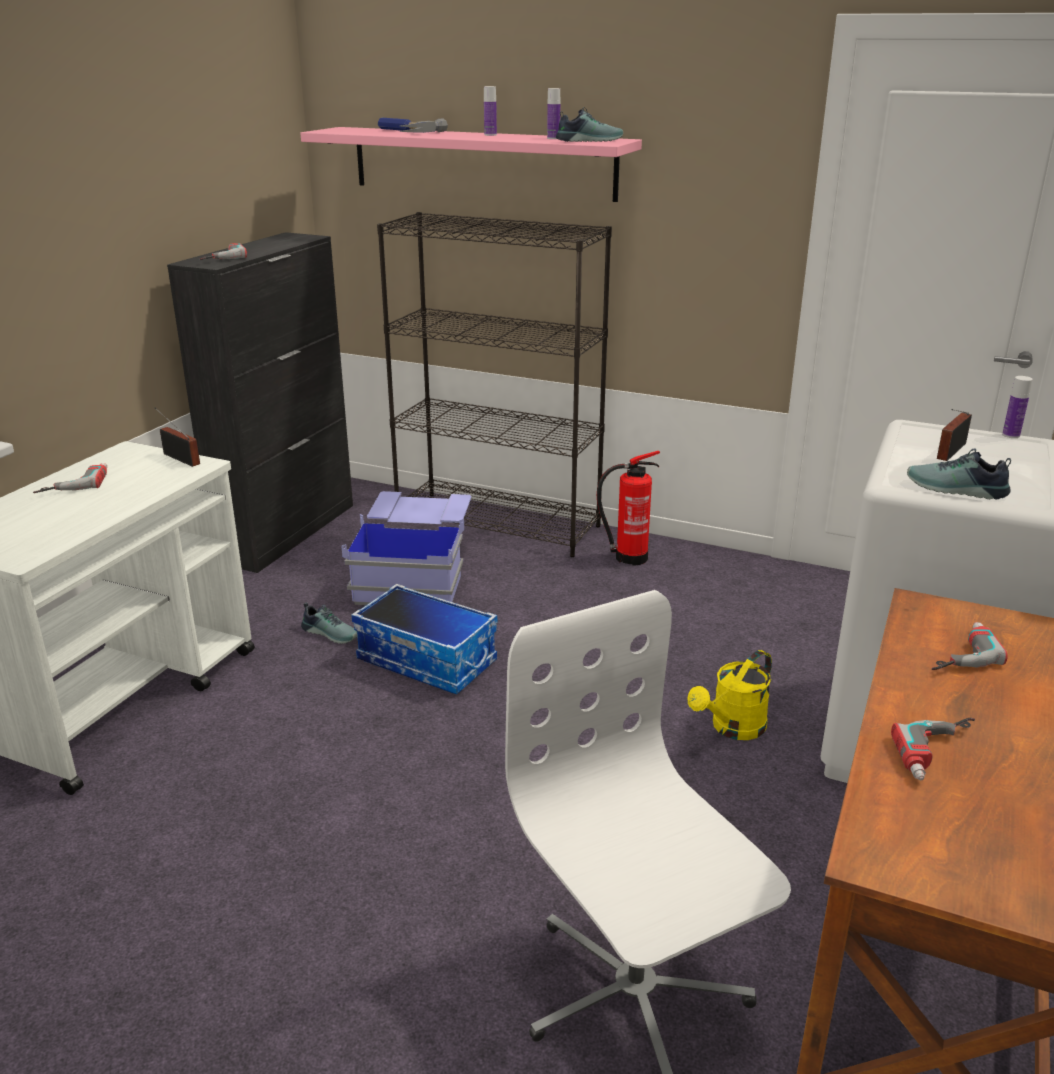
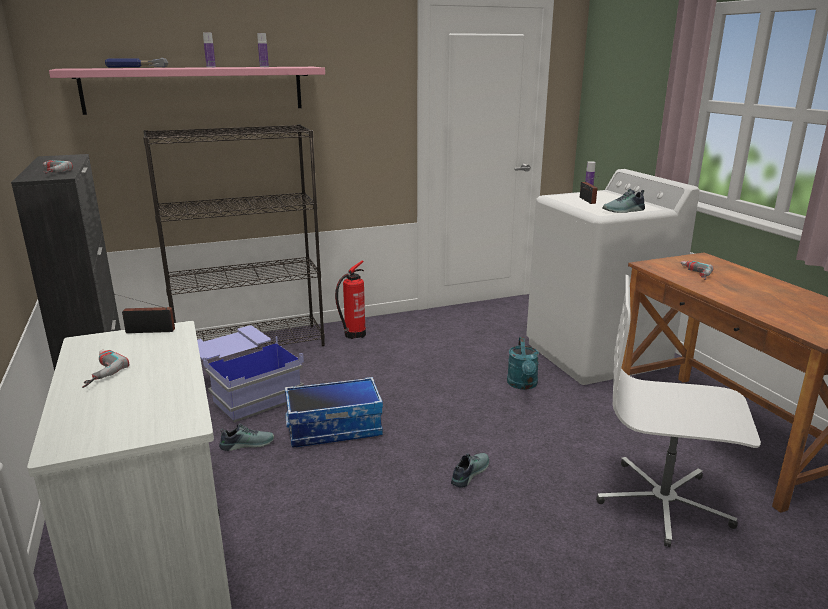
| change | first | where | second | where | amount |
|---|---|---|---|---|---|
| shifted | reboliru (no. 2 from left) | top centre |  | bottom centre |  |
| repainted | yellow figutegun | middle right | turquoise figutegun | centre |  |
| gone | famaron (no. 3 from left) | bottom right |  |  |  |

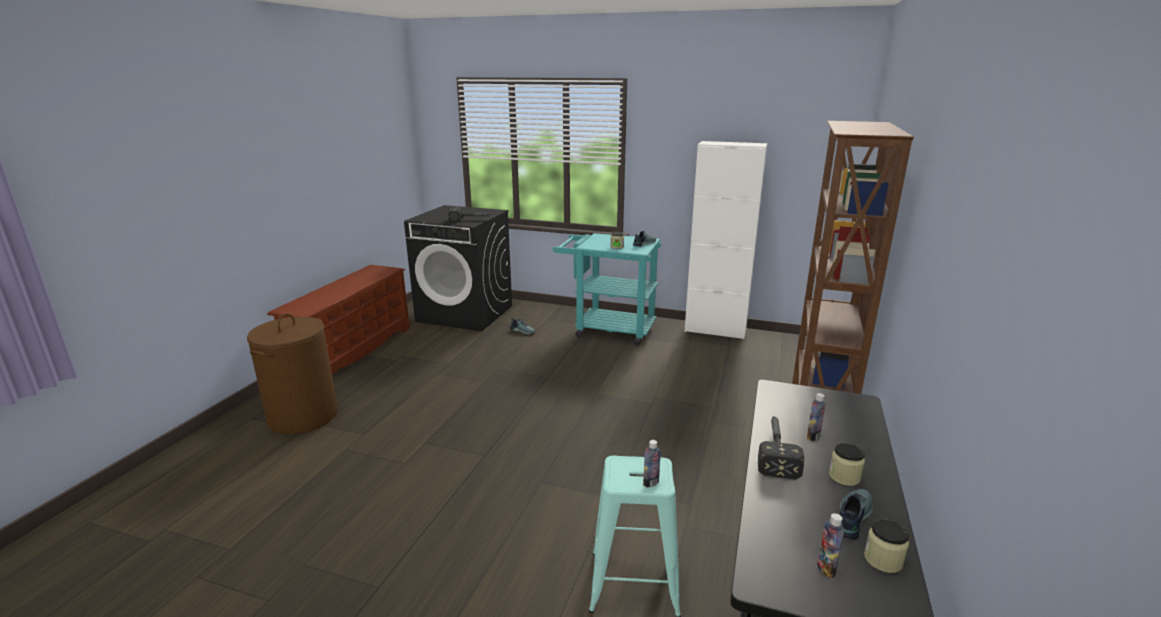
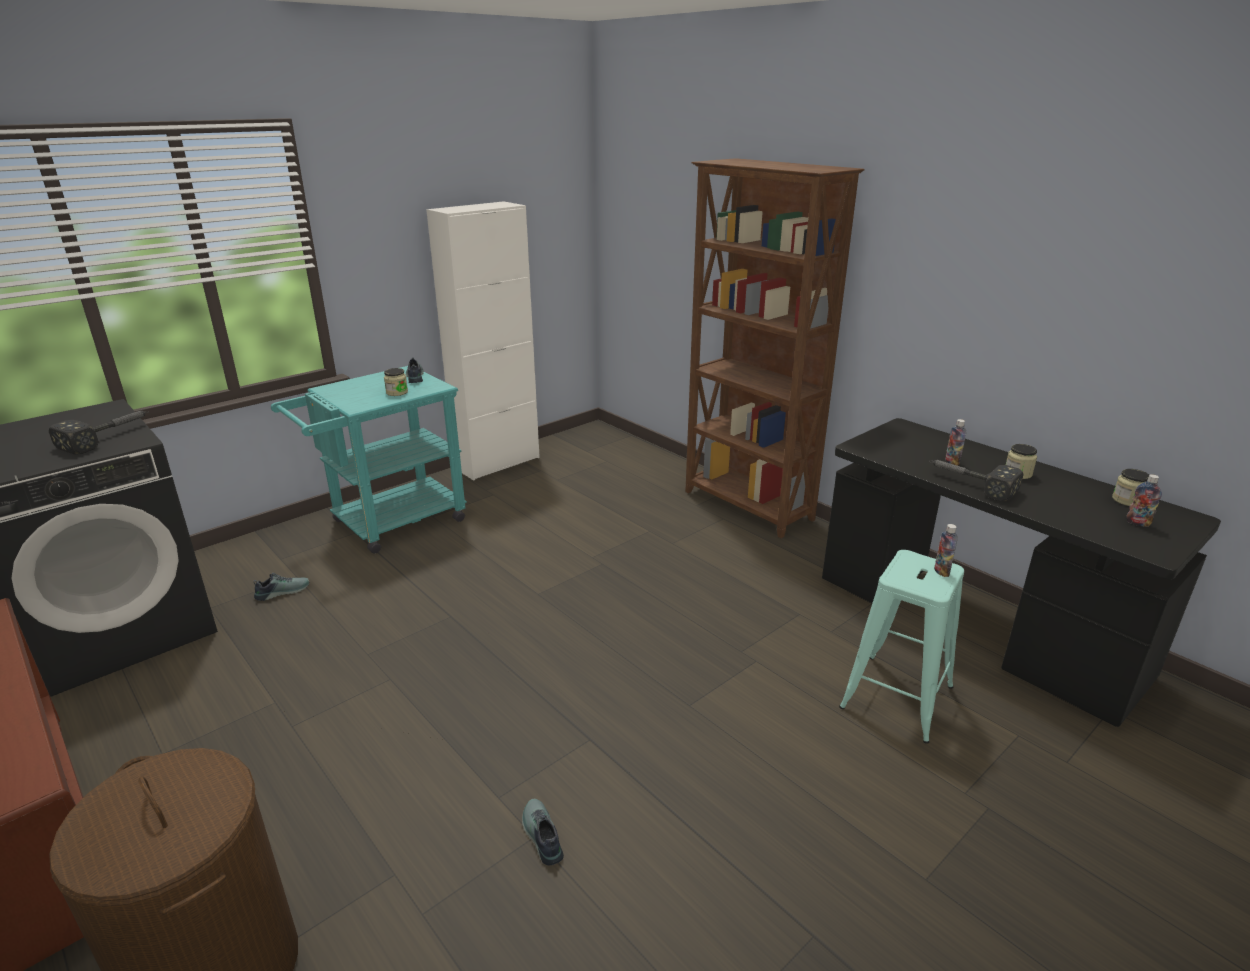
| change | first | where | second | where | amount |
|---|---|---|---|---|---|
| shifted | reboliru (no. 3 from left) | bottom right |  | bottom centre |  |

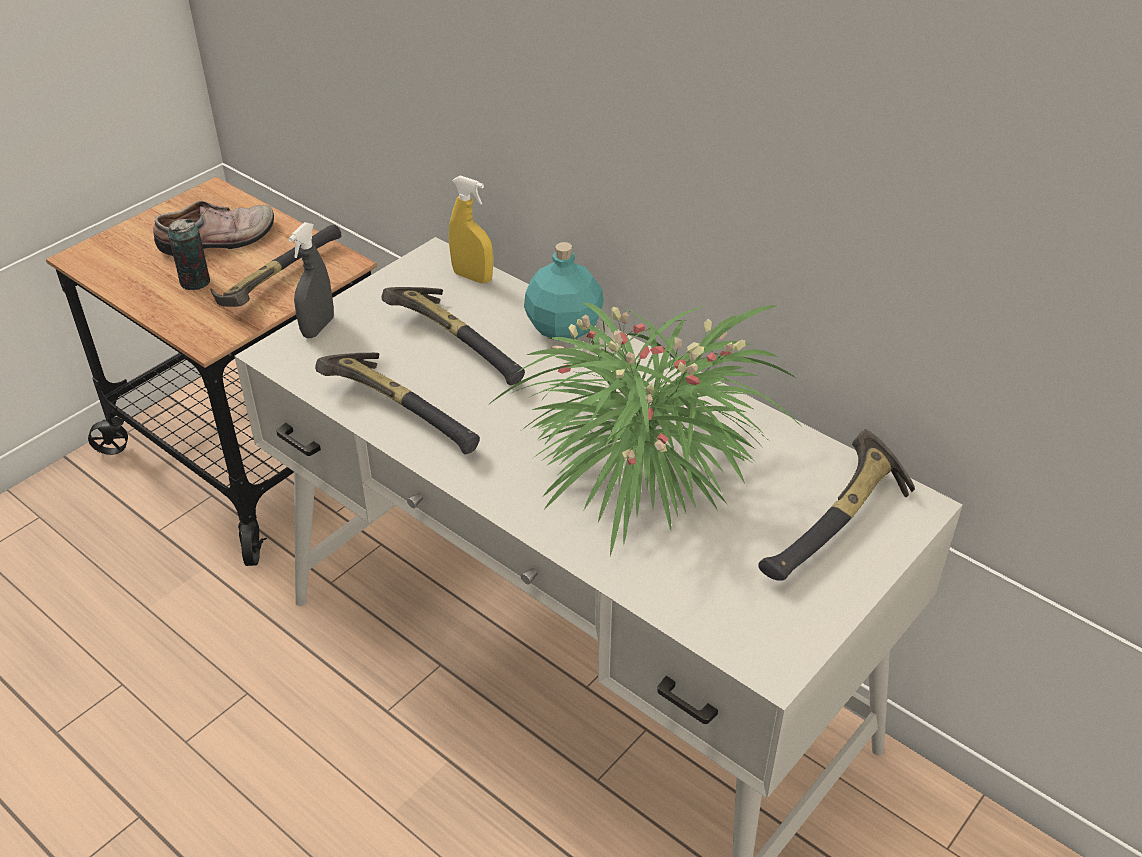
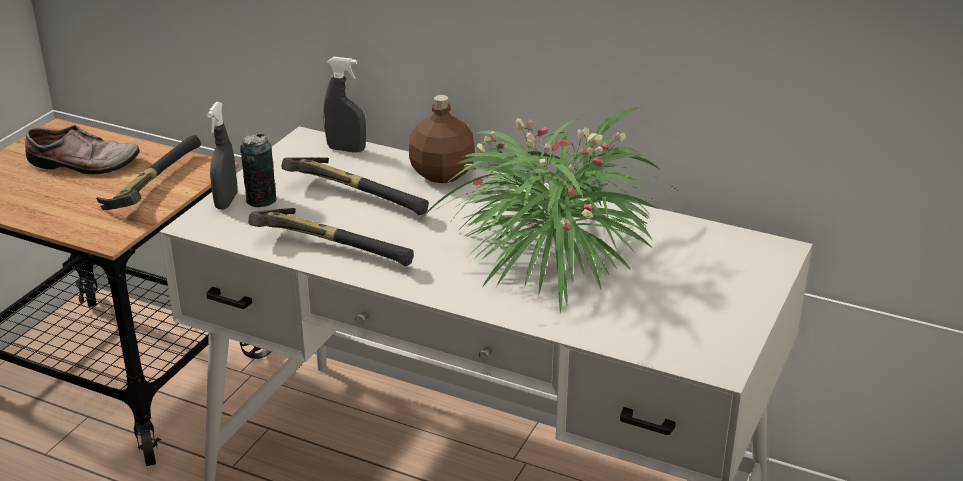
| change | first | where | second | where | amount |
|---|---|---|---|---|---|
| rotated | reboliru | top left |  | top left | 45 degrees clockwise |
| shifted | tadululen | top left |  | middle left |  |
| repainted | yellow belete | top centre | grey belete (no. 2 from left) | top centre |  |
| repainted | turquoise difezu | centre | brown difezu | top centre |  |
| gone | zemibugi (no. 4 from left) | middle right |  |  |  |

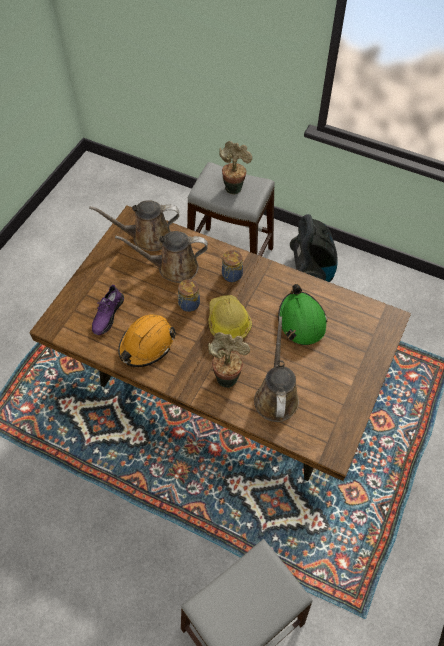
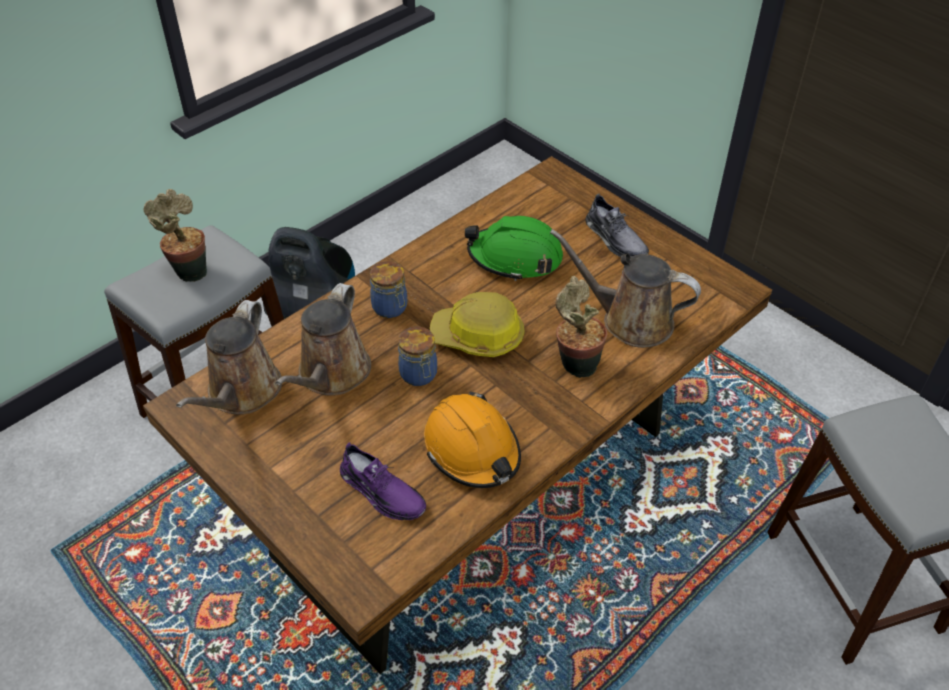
| change | first | where | second | where | amount |
|---|---|---|---|---|---|
| new |  |  | grey reboliru | top centre |  |

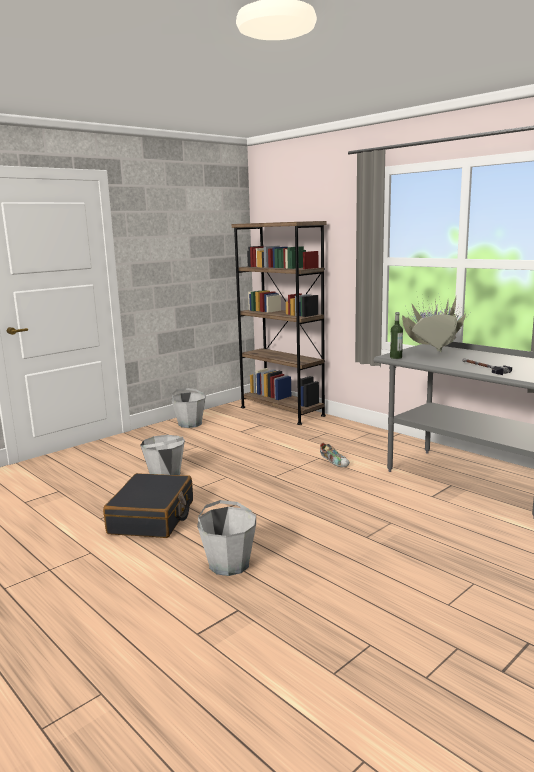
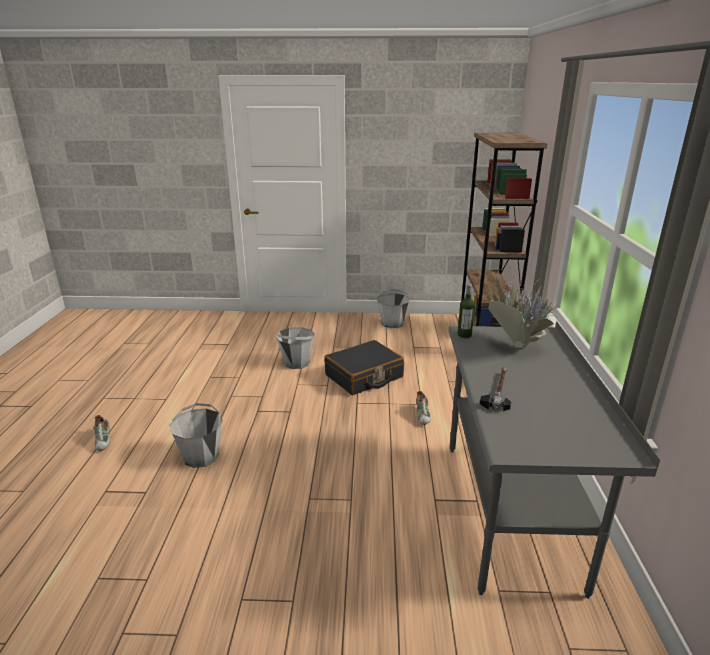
| change | first | where | second | where | amount |
|---|---|---|---|---|---|
| shifted | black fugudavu | middle left |  | centre |  |
| new |  |  | reboliru (no. 1 from left) | middle left |  |

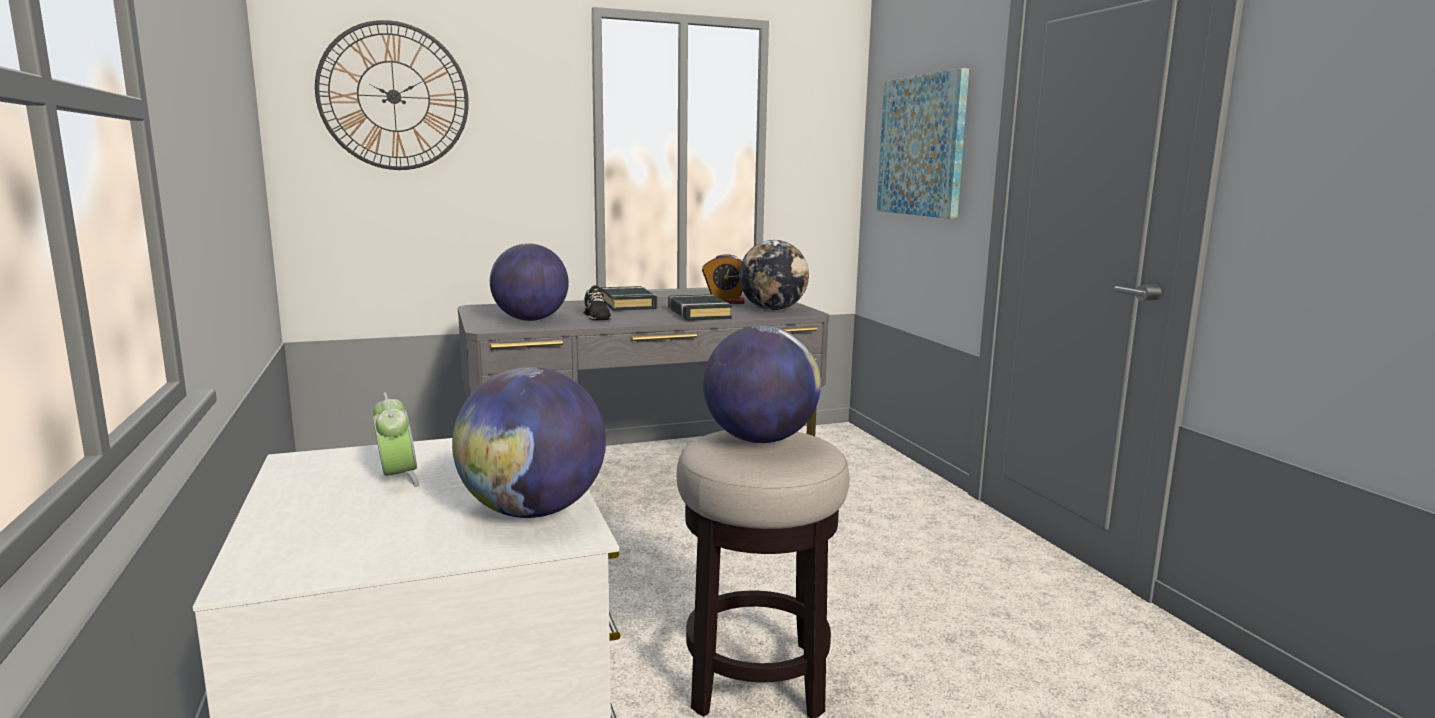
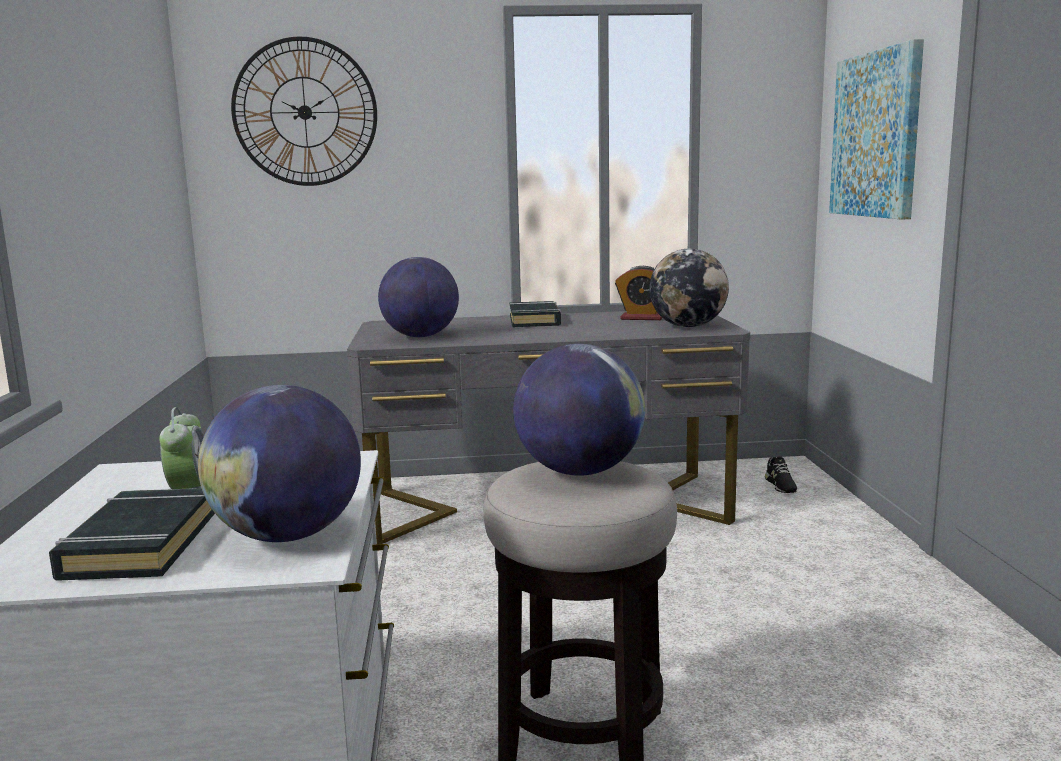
| change | first | where | second | where | amount |
|---|---|---|---|---|---|
| shifted | black reboliru | centre |  | middle right |  |
| shifted | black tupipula (no. 2 from left in the first image) | centre | black tupipula (no. 1 from left) | bottom left |  |

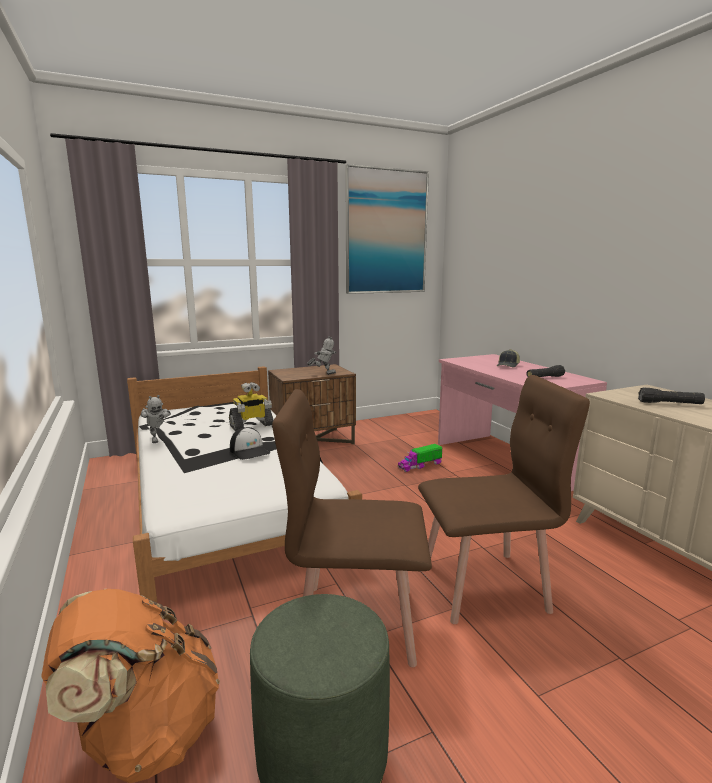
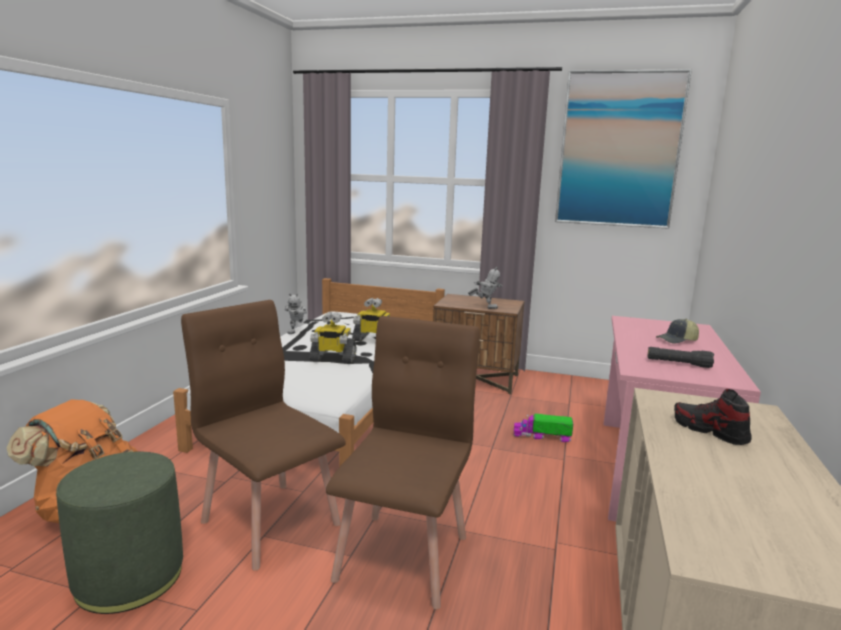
| change | first | where | second | where | amount |
|---|---|---|---|---|---|
| swapped | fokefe (no. 1 from left) | centre | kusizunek (no. 2 from left) | centre |  |
| rotated | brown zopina (no. 2 from left) | middle right |  | bottom centre | 105 degrees counterclockwise |
| swapped | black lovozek (no. 2 from left) | middle right | reboliru | middle right |  |

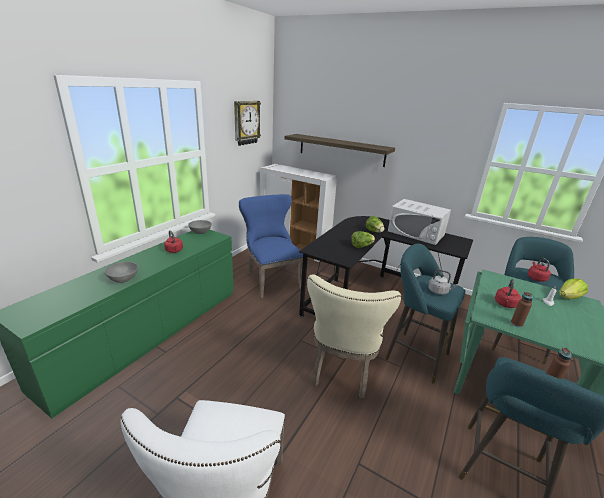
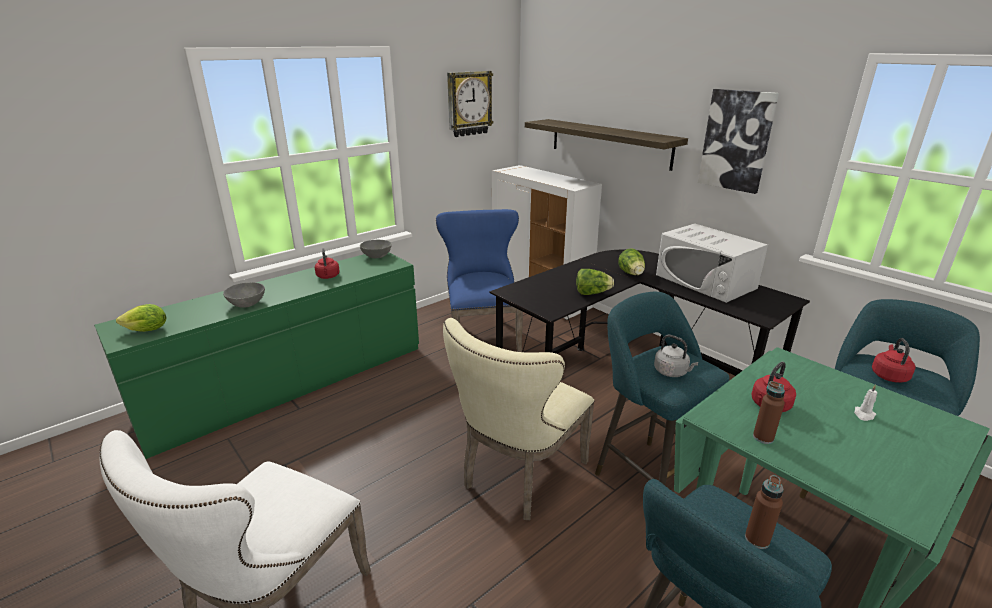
| change | first | where | second | where | amount |
|---|---|---|---|---|---|
| shifted | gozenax (no. 3 from left in the first image) | middle right | gozenax (no. 1 from left) | middle left |  |
| new |  |  | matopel | top right |  |

